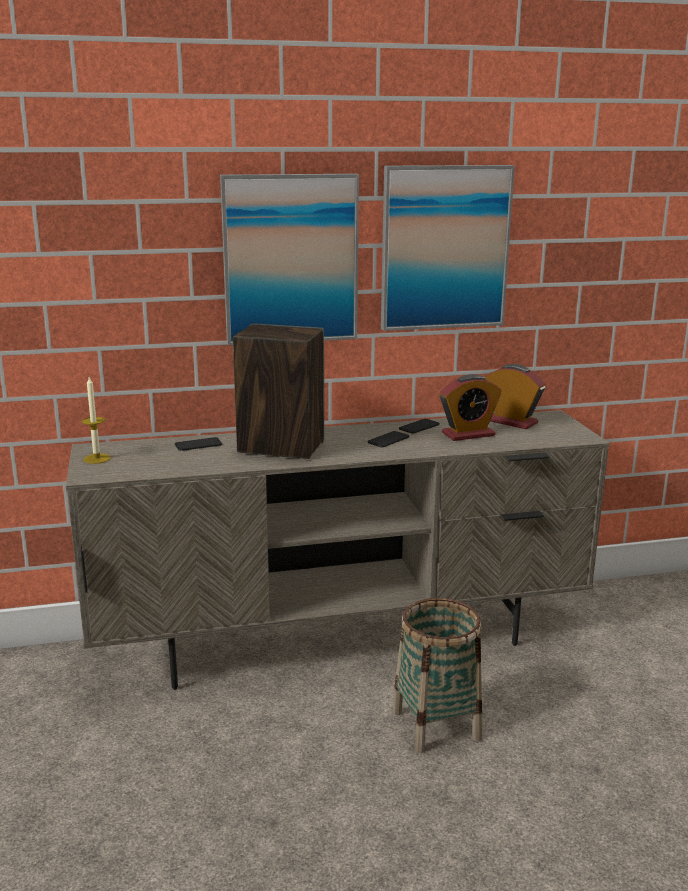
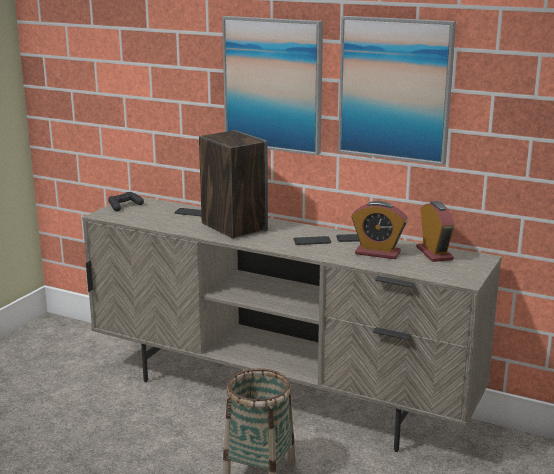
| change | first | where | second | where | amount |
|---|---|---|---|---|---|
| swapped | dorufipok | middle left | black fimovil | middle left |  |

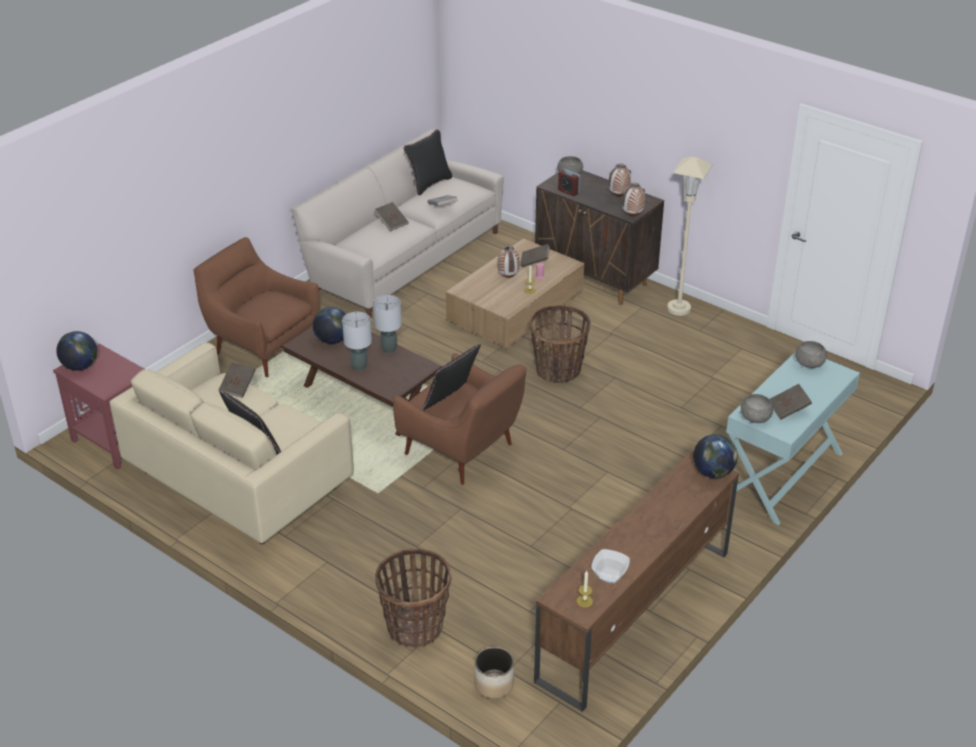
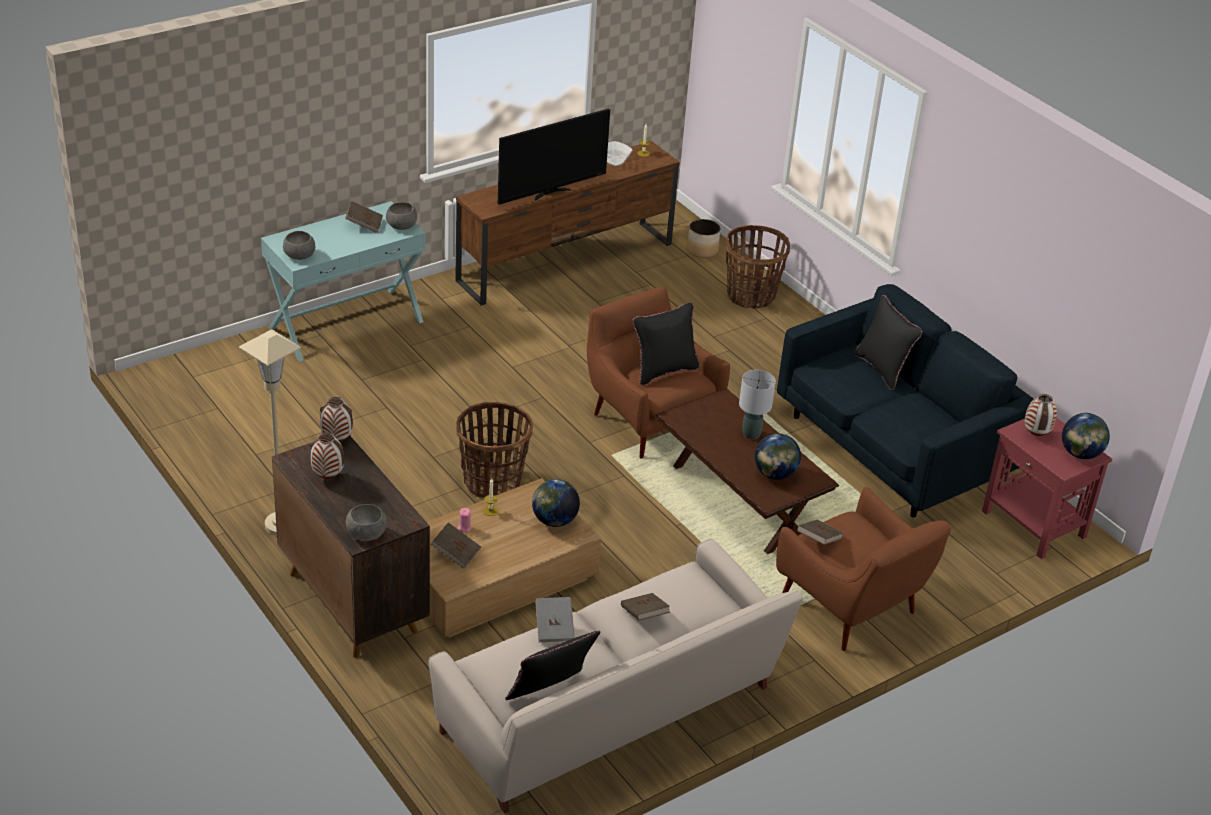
| change | first | where | second | where | amount |
|---|---|---|---|---|---|
| repainted | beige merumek (no. 1 from left) | middle left | blue merumek | middle right |  |
| shifted | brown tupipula (no. 1 from left in the first image) | middle left | brown tupipula (no. 4 from left) | middle right |  |
| gone | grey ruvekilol (no. 2 from left) | centre |  |  |  |
| shifted | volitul (no. 1 from left in the first image) | centre | volitul (no. 3 from left) | middle right |  |
| gone | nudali | top centre |  |  |  |
| shifted | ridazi (no. 3 from left in the first image) | middle right | ridazi (no. 1 from left) | centre |  |
| new |  |  | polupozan | top centre |  |

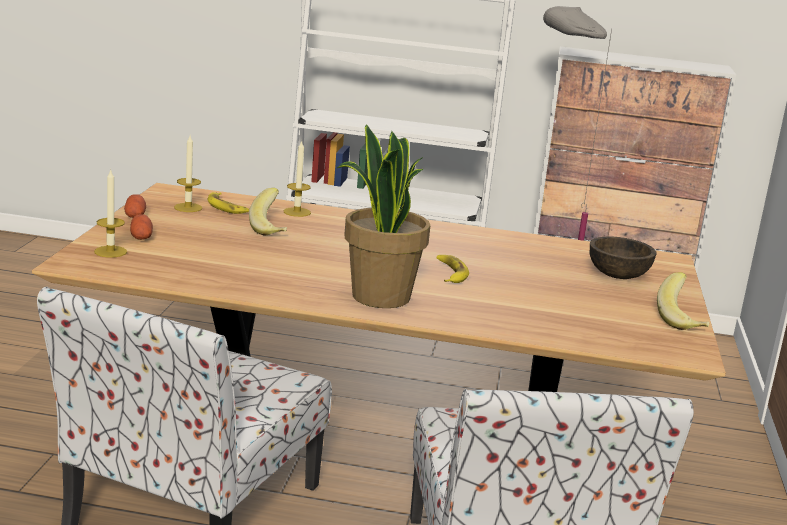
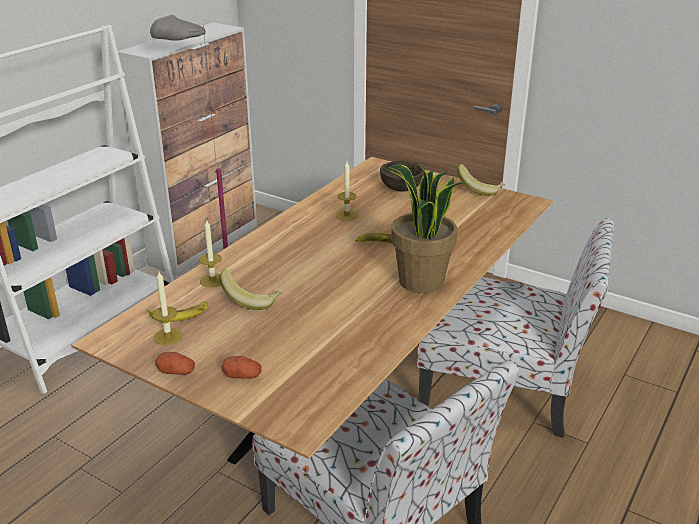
| change | first | where | second | where | amount |
|---|---|---|---|---|---|
| shifted | dorufipok (no. 1 from left in the first image) | middle left | dorufipok (no. 3 from left) | centre |  |

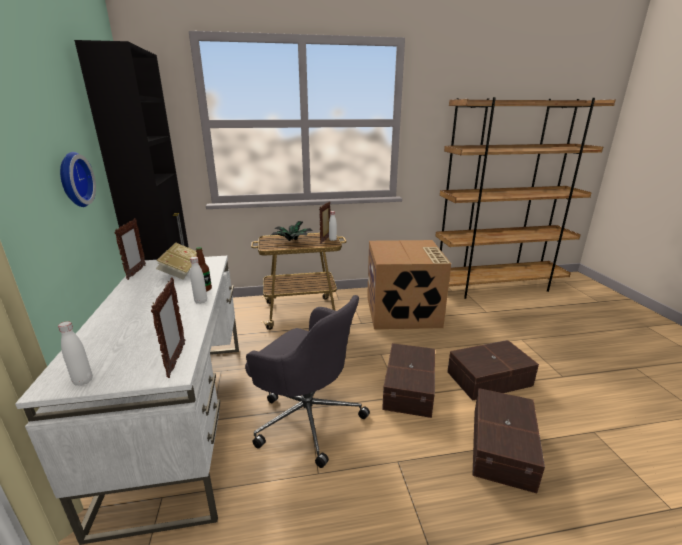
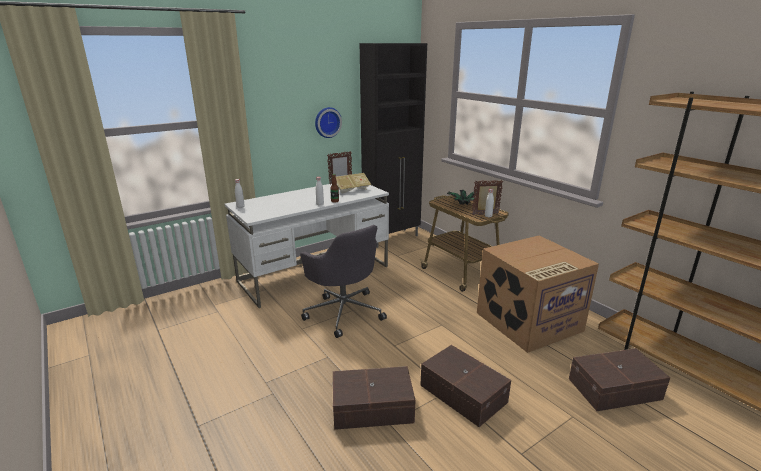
| change | first | where | second | where | amount |
|---|---|---|---|---|---|
| gone | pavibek (no. 2 from left) | middle left |  |  |  |
| rotated | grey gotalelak | bottom centre |  | centre | 45 degrees counterclockwise |
| shifted | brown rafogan (no. 1 from left in the first image) | bottom centre | brown rafogan (no. 3 from left) | bottom right |  |

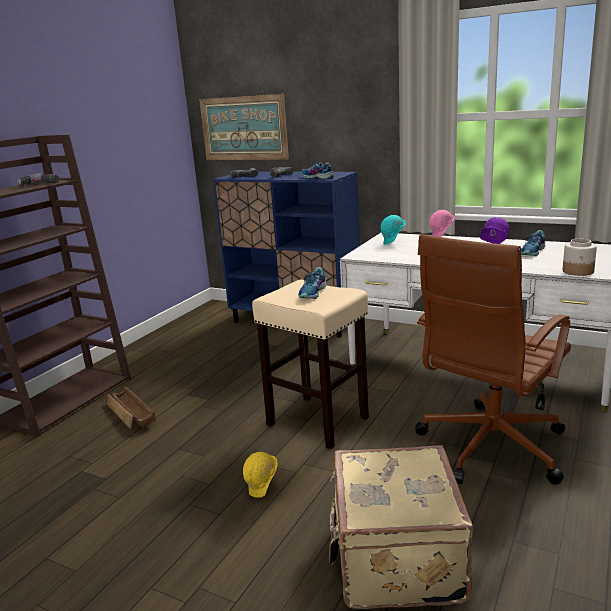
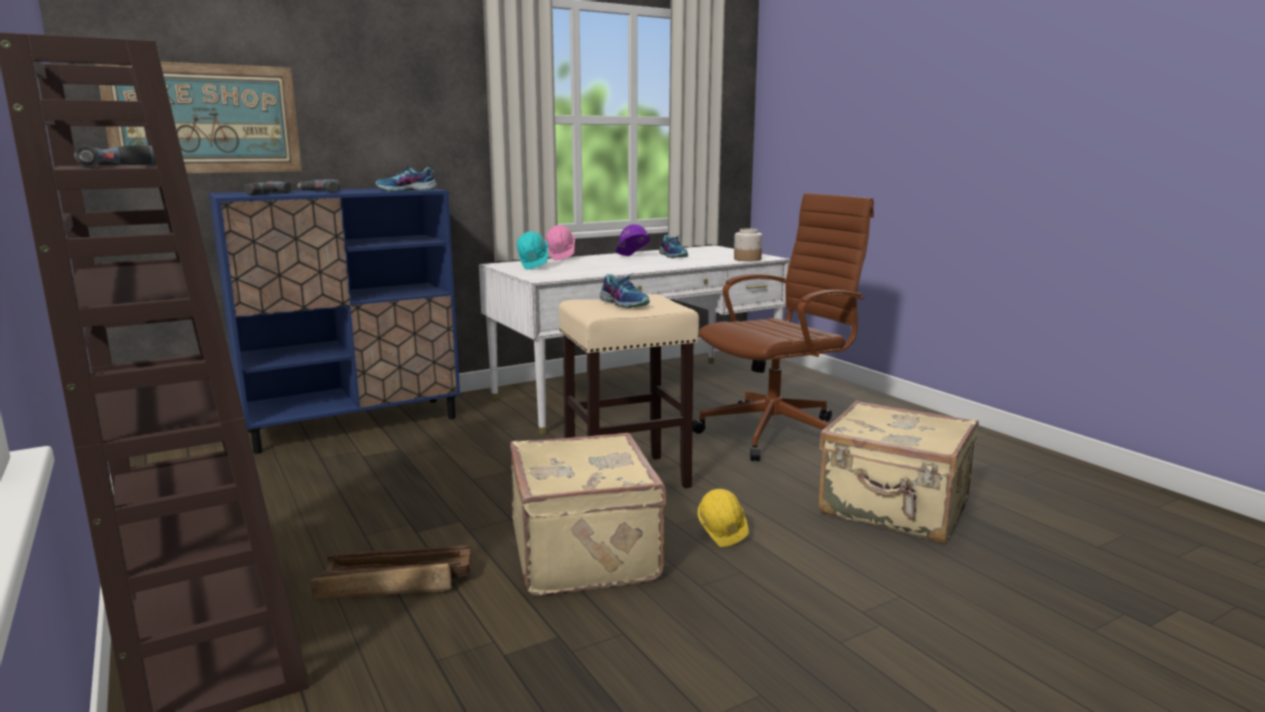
| change | first | where | second | where | amount |
|---|---|---|---|---|---|
| rotated | brown gotalelak | middle right |  | centre | 105 degrees counterclockwise |
| new |  |  | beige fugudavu (no. 1 from left) | bottom centre |  |

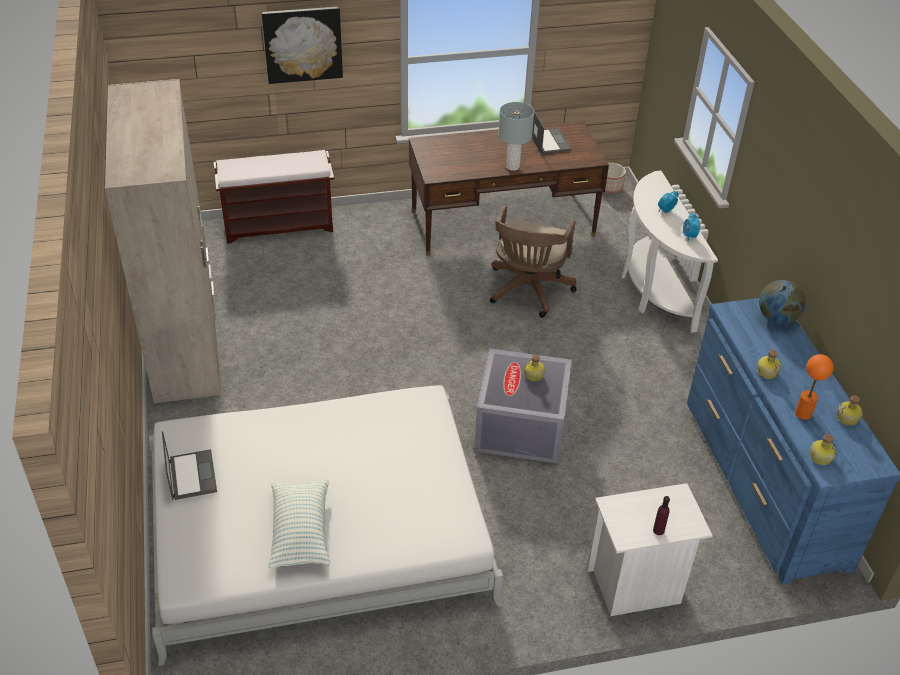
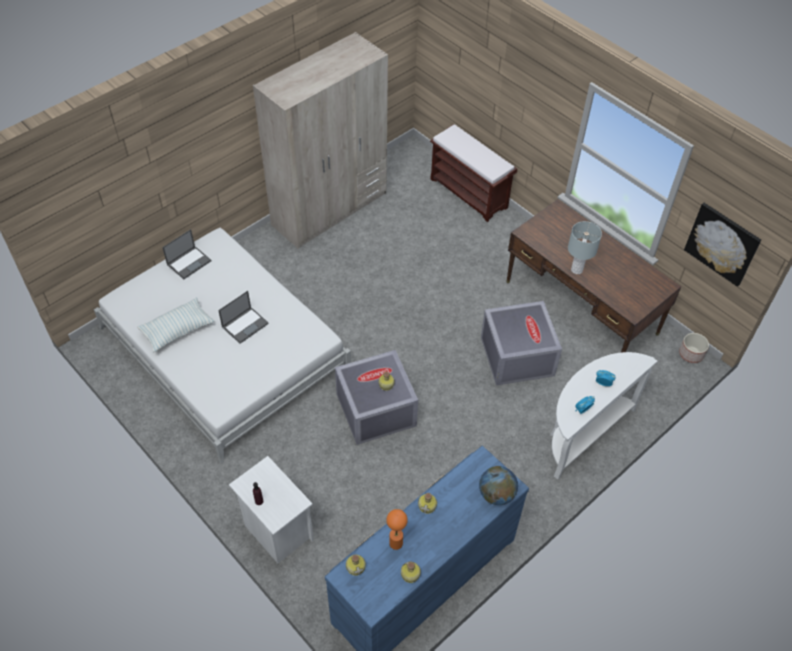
| change | first | where | second | where | amount |
|---|---|---|---|---|---|
| shifted | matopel | top centre |  | middle right |  |
| swapped | brown gotalelak | centre | grey rafogan (no. 2 from left) | centre |  |
| shifted | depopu (no. 2 from left) | top centre |  | middle left |  |

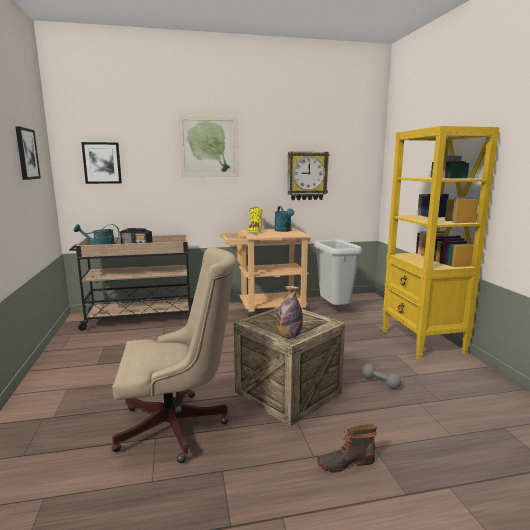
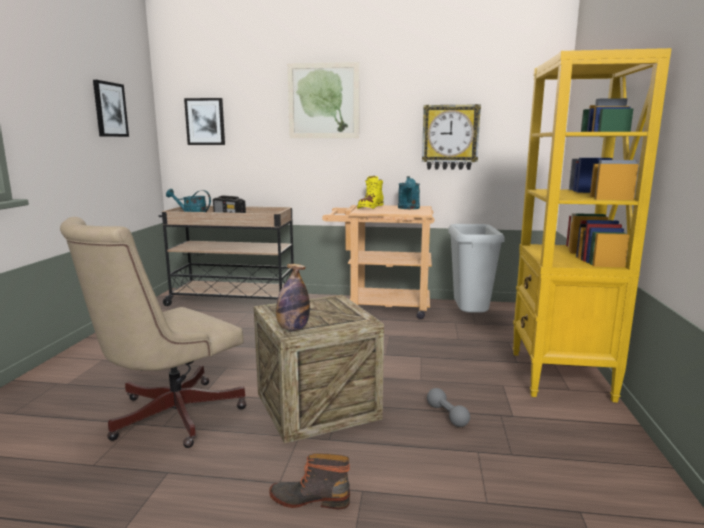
| change | first | where | second | where | amount |
|---|---|---|---|---|---|
| rotated | beige gotalelak | bottom left |  | middle left | 120 degrees clockwise |

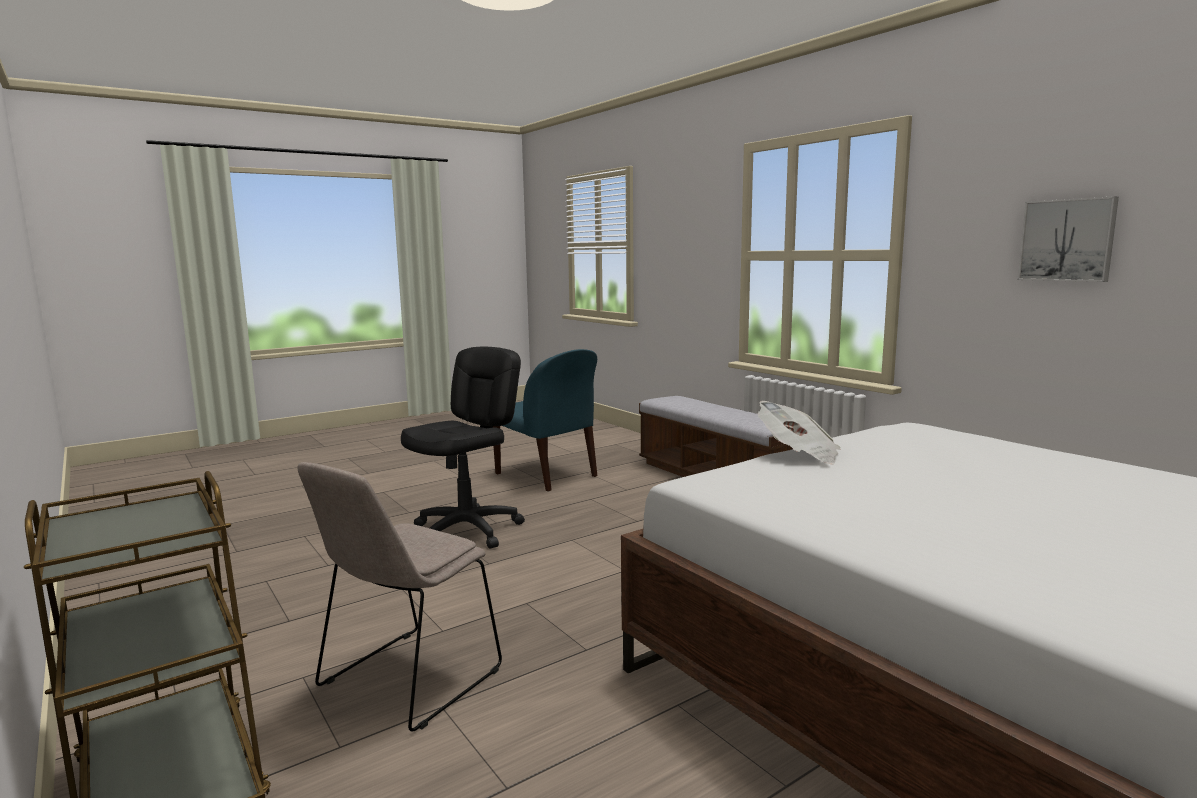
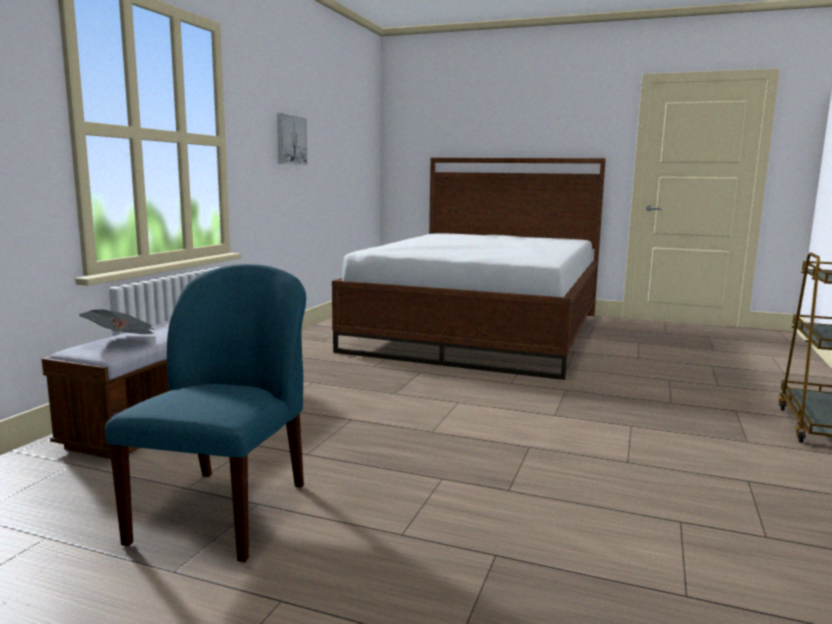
| change | first | where | second | where | amount |
|---|---|---|---|---|---|
| gone | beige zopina | bottom centre |  |  |  |
| gone | black gotalelak | centre |  |  |  |
| shifted | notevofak | middle right |  | middle left |  |

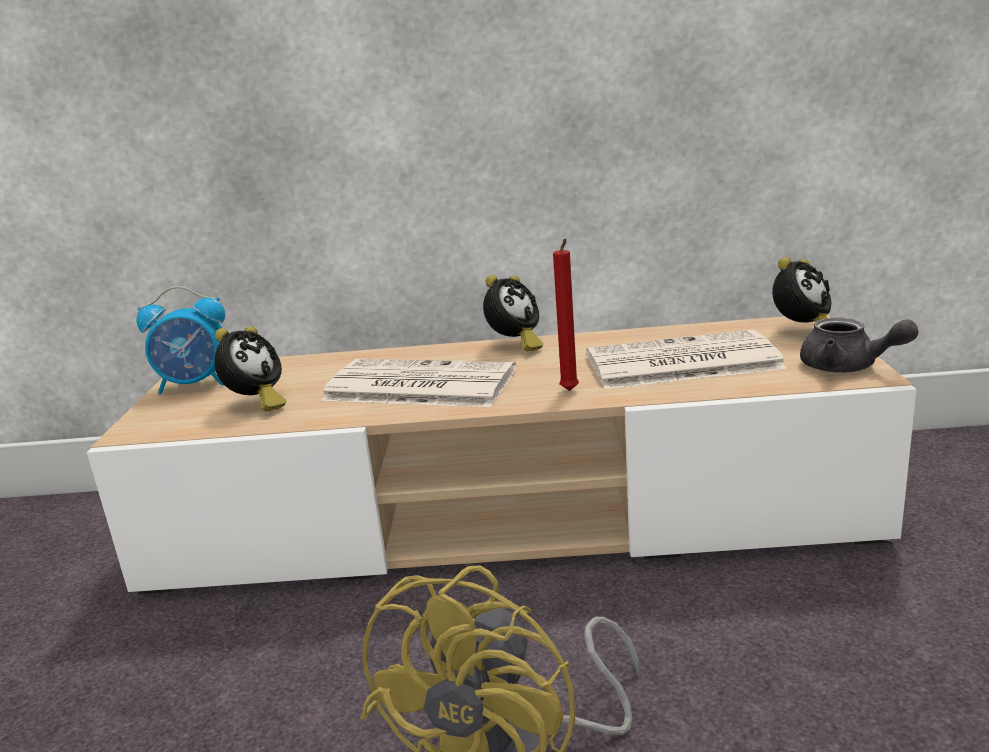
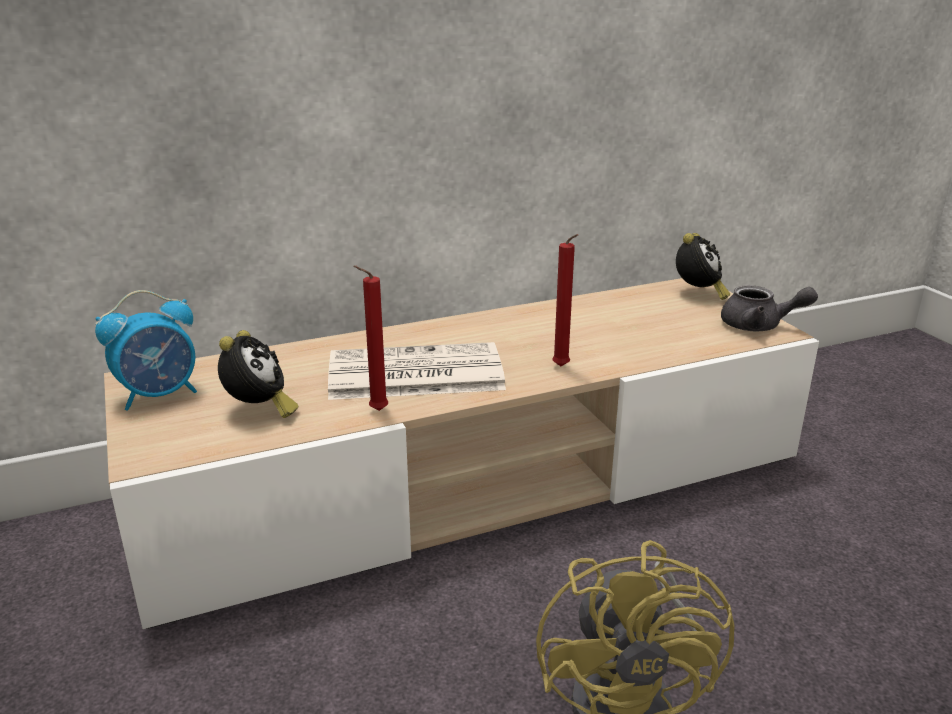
| change | first | where | second | where | amount |
|---|---|---|---|---|---|
| gone | nudali (no. 3 from left) | centre |  |  |  |
| gone | notevofak (no. 2 from left) | middle right |  |  |  |
| new |  |  | red dorufipok (no. 1 from left) | centre |  |

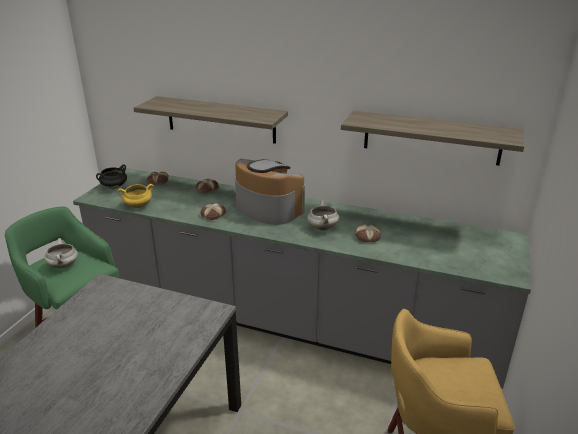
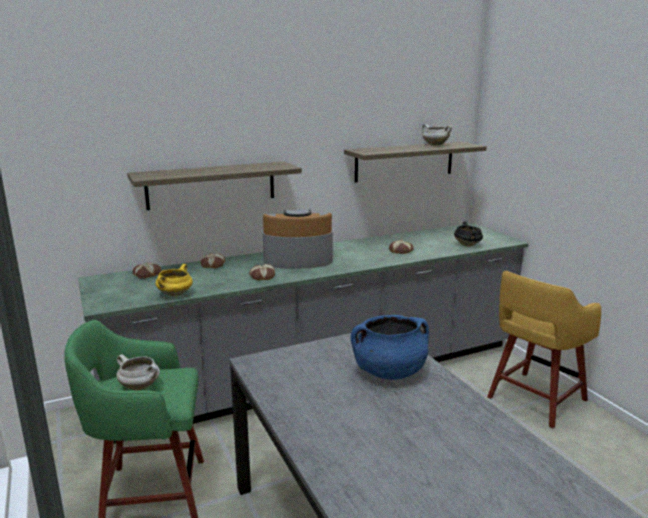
| change | first | where | second | where | amount |
|---|---|---|---|---|---|
| shifted | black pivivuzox | middle left |  | middle right |  |
| shifted | white pivivuzox (no. 2 from left) | centre |  | top right |  |
| new |  |  | blue pivivuzox | bottom centre |  |

